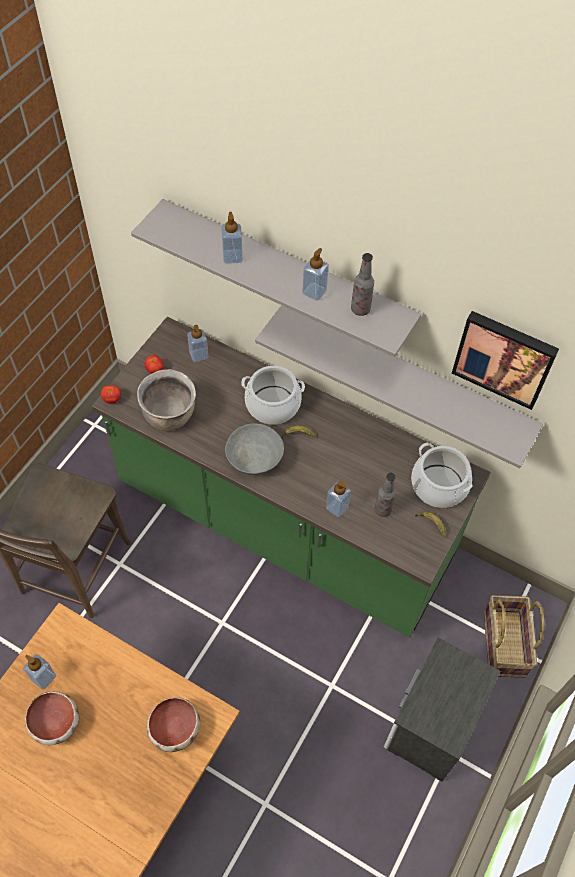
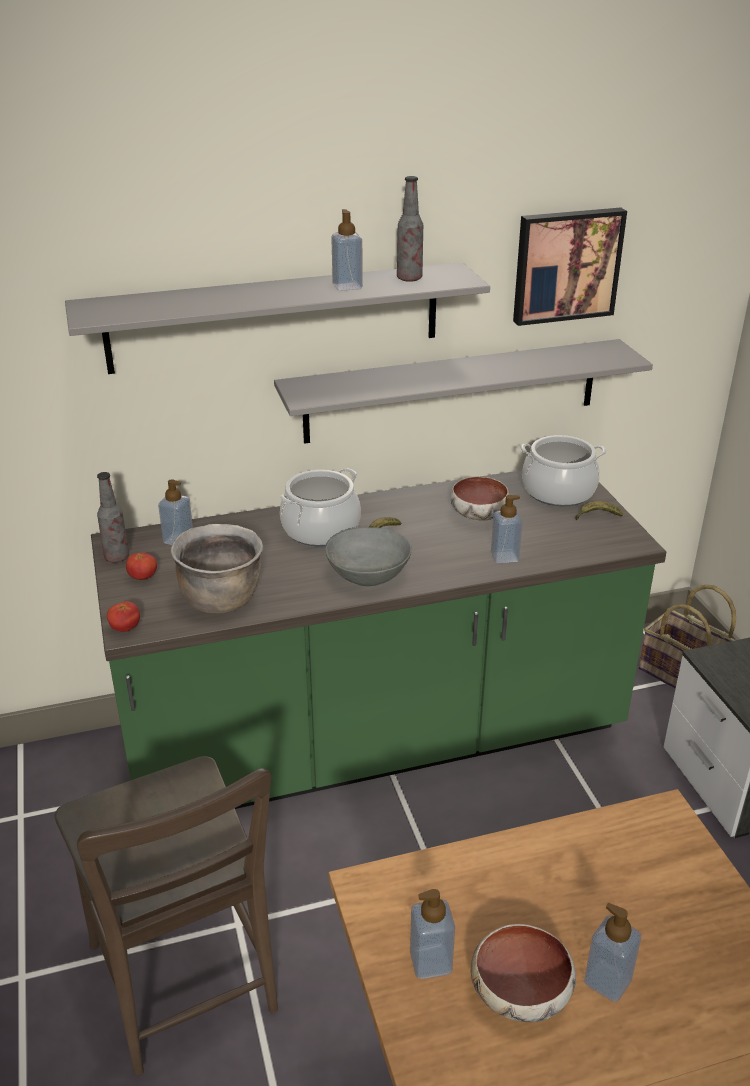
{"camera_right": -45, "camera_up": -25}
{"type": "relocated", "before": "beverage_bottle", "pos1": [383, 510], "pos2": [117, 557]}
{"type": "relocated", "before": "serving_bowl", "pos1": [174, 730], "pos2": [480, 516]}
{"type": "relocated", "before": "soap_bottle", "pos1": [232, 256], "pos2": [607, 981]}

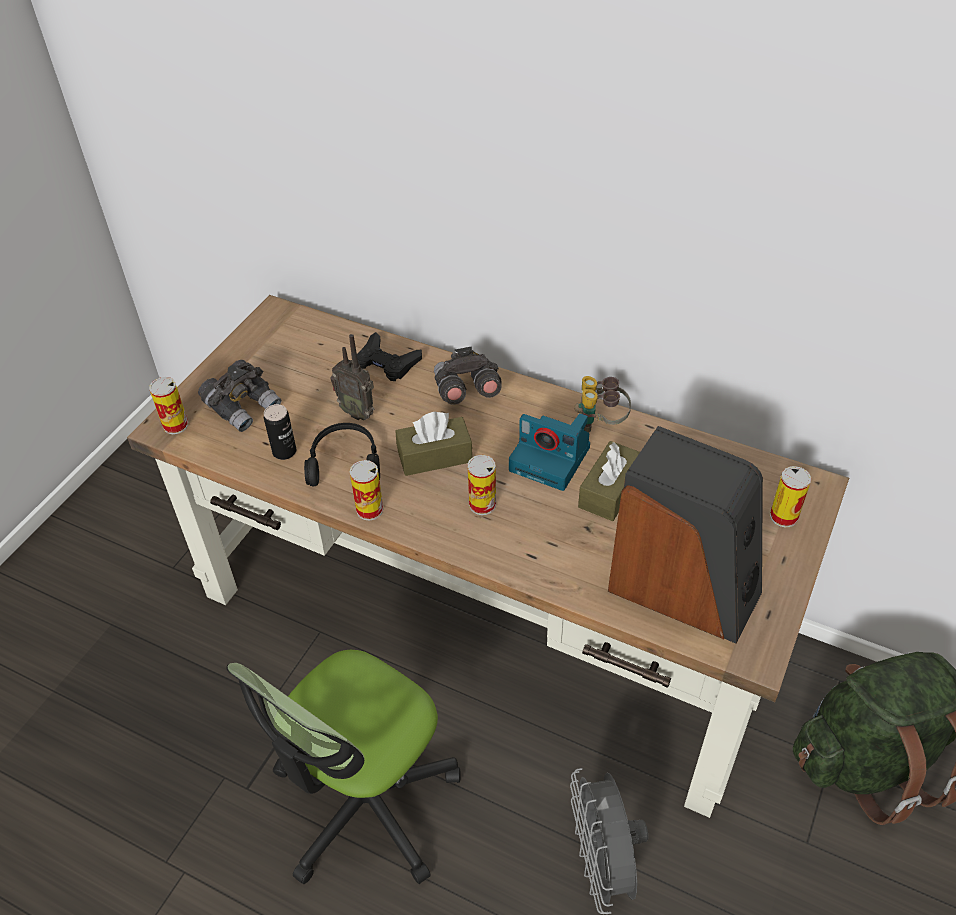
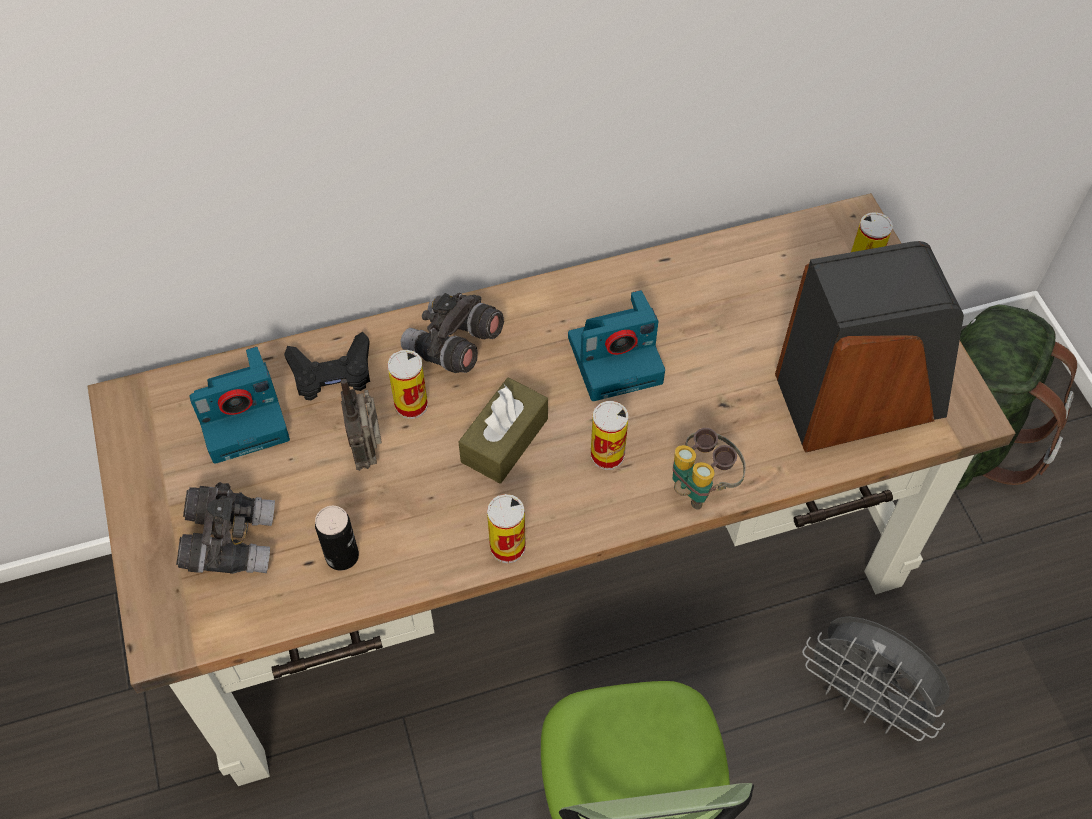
{"camera_right": -45, "camera_up": 10}
{"type": "appeared", "after": "still_camera", "pos2": [244, 416]}
{"type": "spun", "before": "radio_set", "pos1": [358, 412], "pos2": [368, 451], "turn": 90}
{"type": "relocated", "before": "can", "pos1": [175, 425], "pos2": [411, 405]}
{"type": "relocated", "before": "binoculars", "pos1": [600, 424], "pos2": [701, 485]}
{"type": "missing", "before": "black_pair_of_headphones", "pos1": [344, 462]}
{"type": "missing", "before": "brown_tissue_holder", "pos1": [610, 490]}

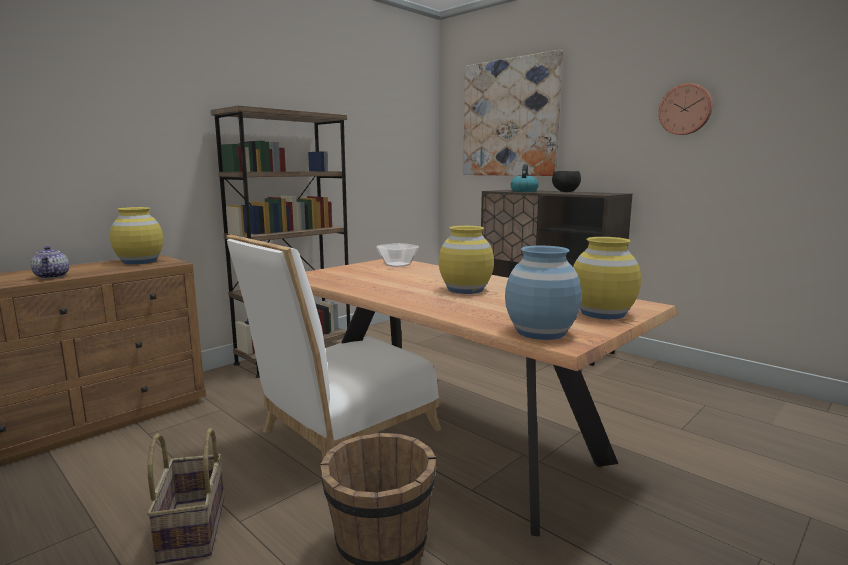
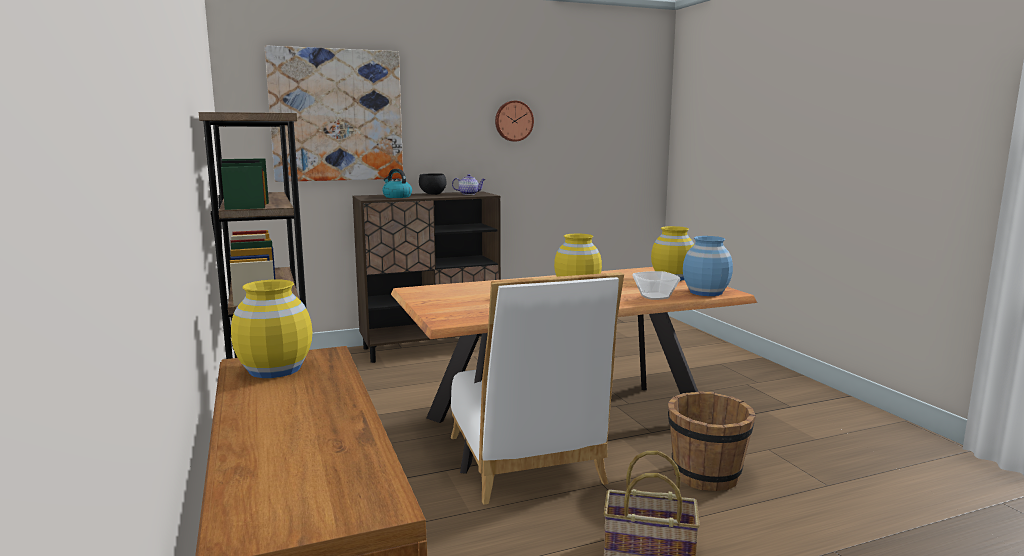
{"camera_right": -65, "camera_up": 0}
{"type": "relocated", "before": "teapot", "pos1": [53, 276], "pos2": [469, 194]}
{"type": "relocated", "before": "serving_bowl", "pos1": [397, 264], "pos2": [654, 296]}

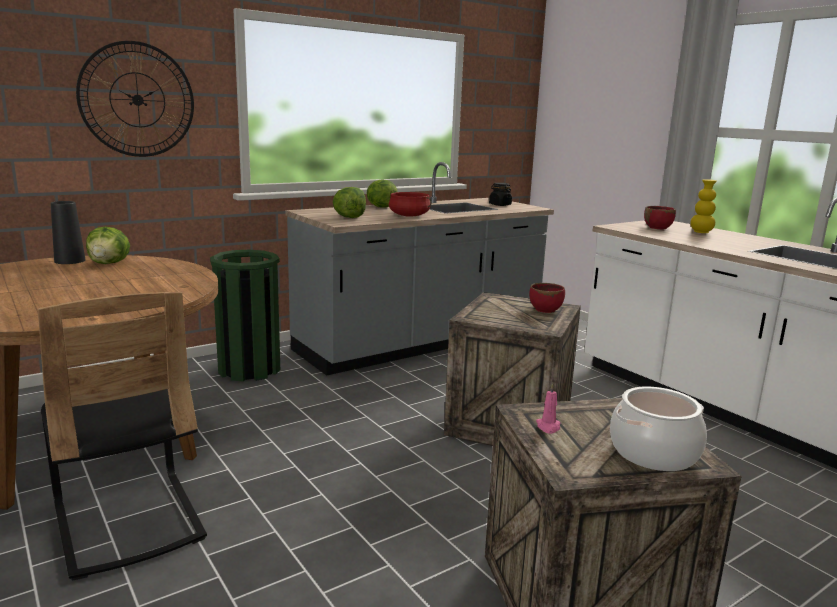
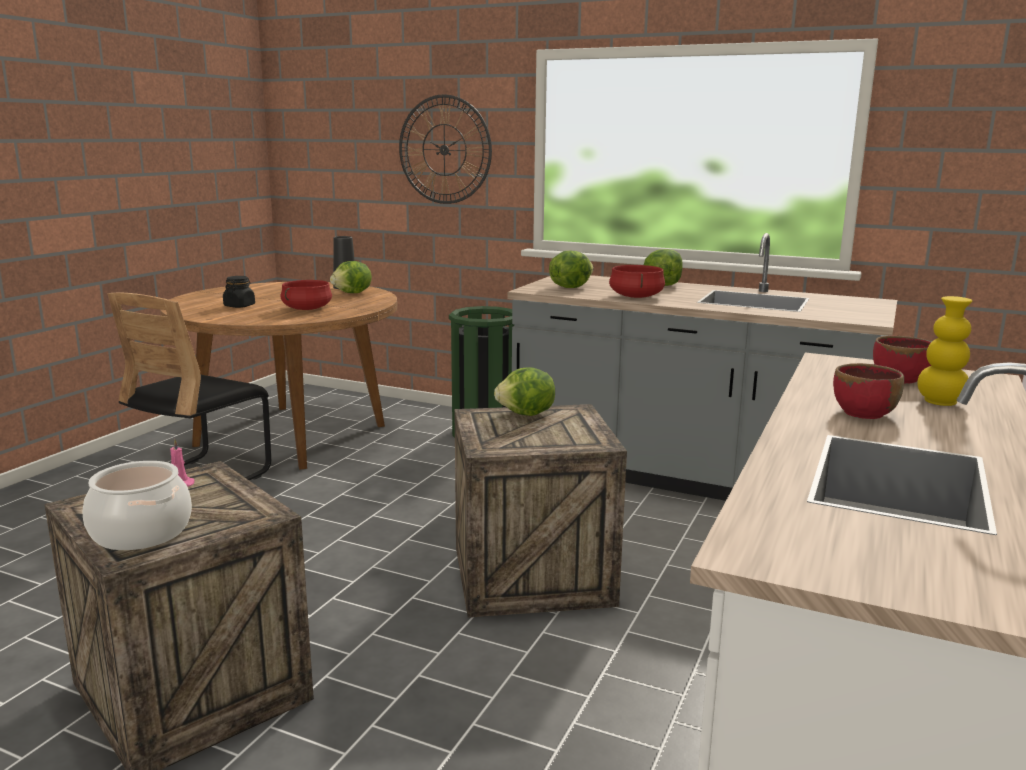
{"camera_right": 60, "camera_up": 0}
{"type": "relocated", "before": "black_jar", "pos1": [500, 205], "pos2": [239, 306]}
{"type": "appeared", "after": "red_saucepot", "pos2": [306, 309]}
{"type": "appeared", "after": "head_of_lettuce", "pos2": [527, 414]}
{"type": "relocated", "before": "red_serving_bowl", "pos1": [545, 310], "pos2": [863, 413]}

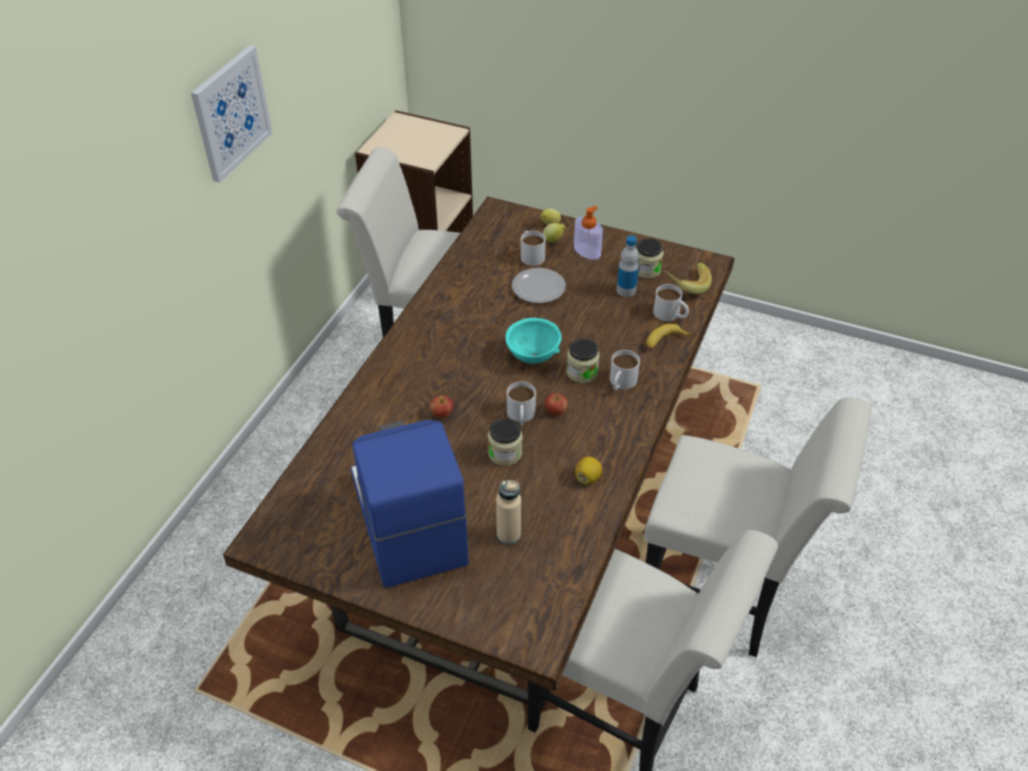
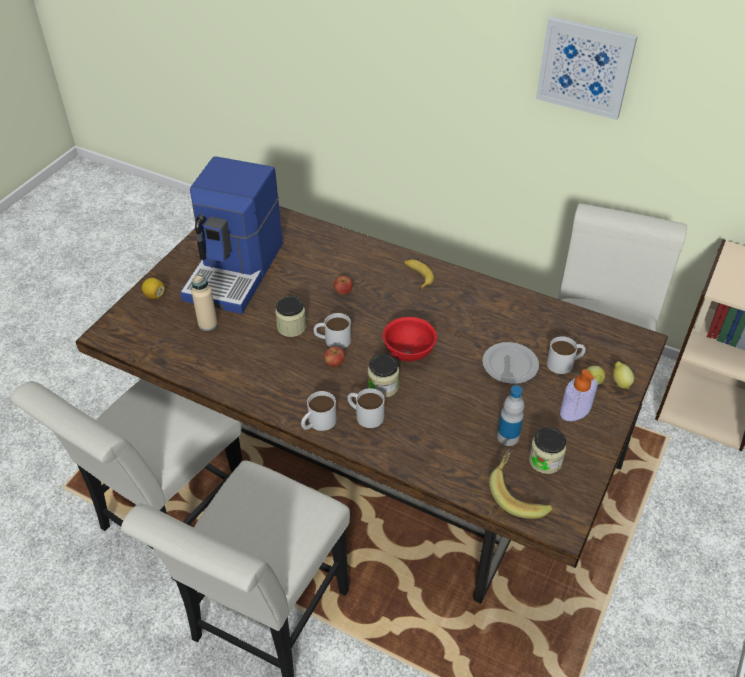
{"camera_right": 95, "camera_up": 0}
{"type": "relocated", "before": "whole_lemon", "pos1": [588, 477], "pos2": [154, 295]}
{"type": "spun", "before": "coffee_machine", "pos1": [406, 521], "pos2": [236, 271], "turn": 120}
{"type": "relocated", "before": "white-coloured_tea_mug", "pos1": [671, 314], "pos2": [317, 423]}
{"type": "colour", "before": "turquoise-coloured_serving_bowl", "after": "red_serving_bowl", "pos1": [533, 356], "pos2": [408, 353]}
{"type": "relocated", "before": "banana_fruit", "pos1": [664, 341], "pos2": [417, 276]}

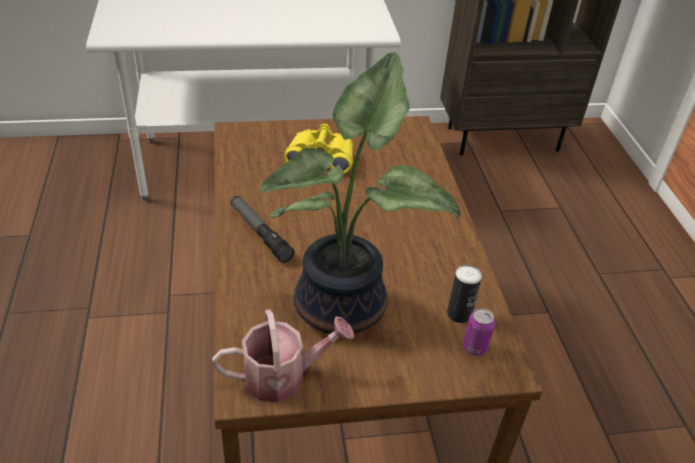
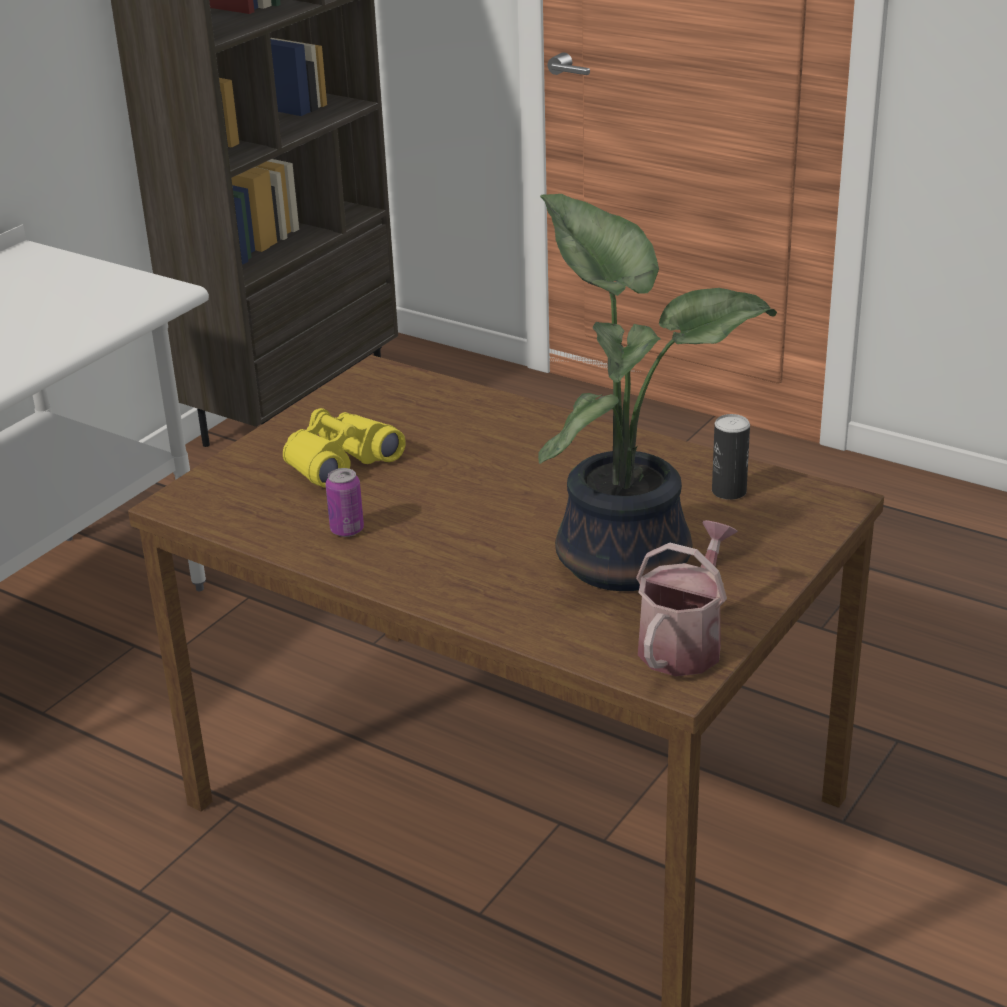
{"camera_right": -45, "camera_up": -10}
{"type": "relocated", "before": "can", "pos1": [474, 347], "pos2": [347, 530]}
{"type": "missing", "before": "hand_torch", "pos1": [260, 233]}

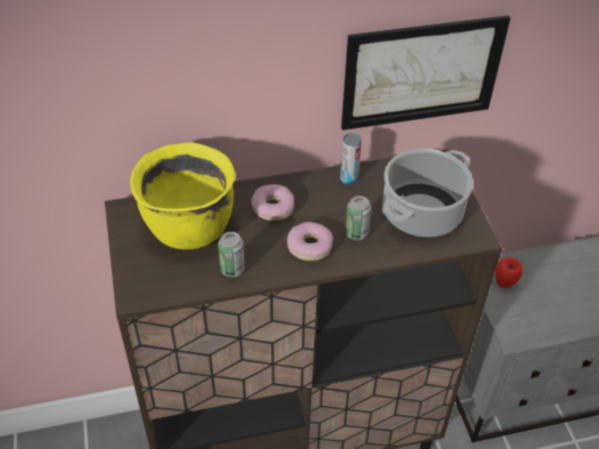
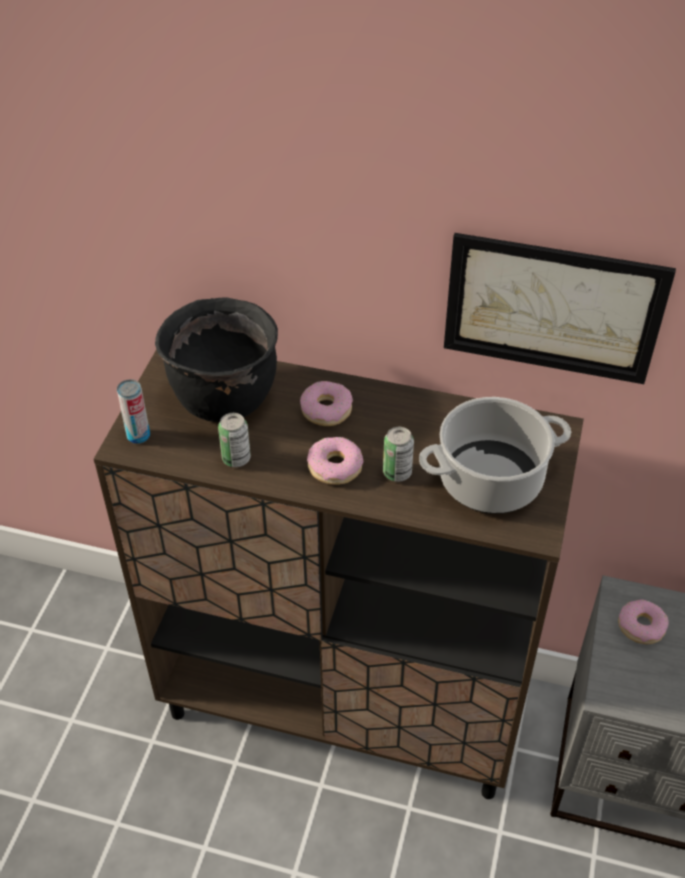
{"camera_right": 30, "camera_up": 0}
{"type": "relocated", "before": "can", "pos1": [348, 178], "pos2": [138, 436]}
{"type": "colour", "before": "yellow_saucepot", "after": "black_saucepot", "pos1": [188, 227], "pos2": [223, 397]}
{"type": "exchanged", "before": "apple_fruit", "after": "ring_doughnut", "pos1": [504, 284], "pos2": [641, 626]}

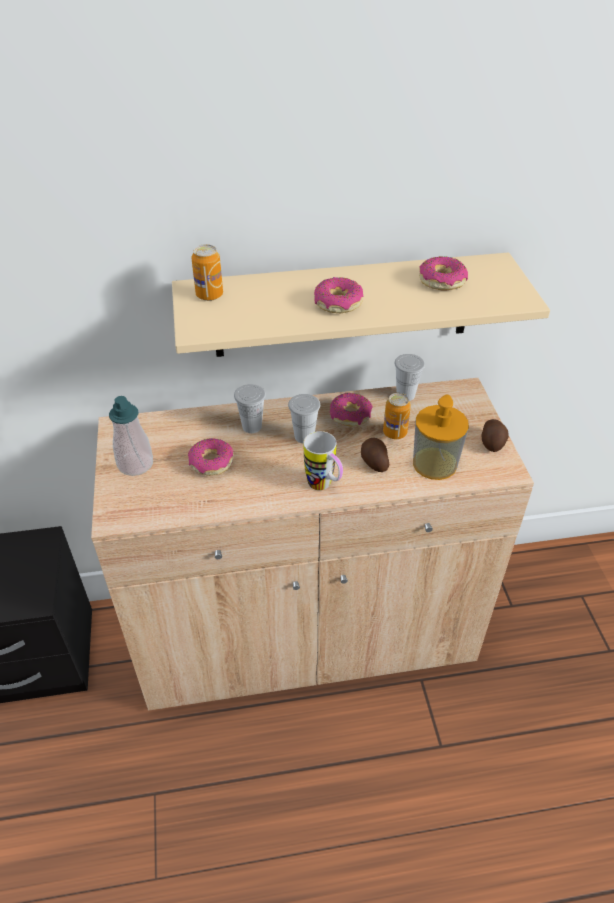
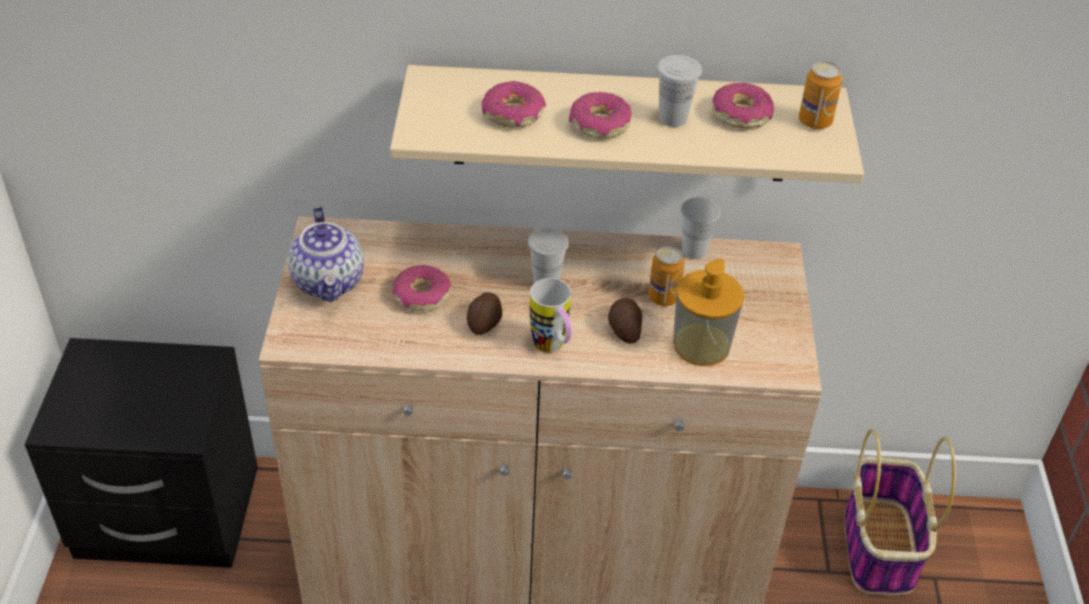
{"camera_right": 10, "camera_up": 0}
{"type": "exchanged", "before": "soap_bottle", "after": "teapot", "pos1": [135, 464], "pos2": [329, 282]}
{"type": "relocated", "before": "spud", "pos1": [492, 442], "pos2": [485, 323]}
{"type": "relocated", "before": "ring_doughnut", "pos1": [350, 415], "pos2": [513, 114]}
{"type": "relocated", "before": "white-coloured_drinking_cup", "pos1": [252, 426], "pos2": [673, 118]}
{"type": "relocated", "before": "can", "pos1": [209, 295], "pos2": [815, 121]}
{"type": "appeared", "after": "household_basket", "pos2": [880, 548]}

